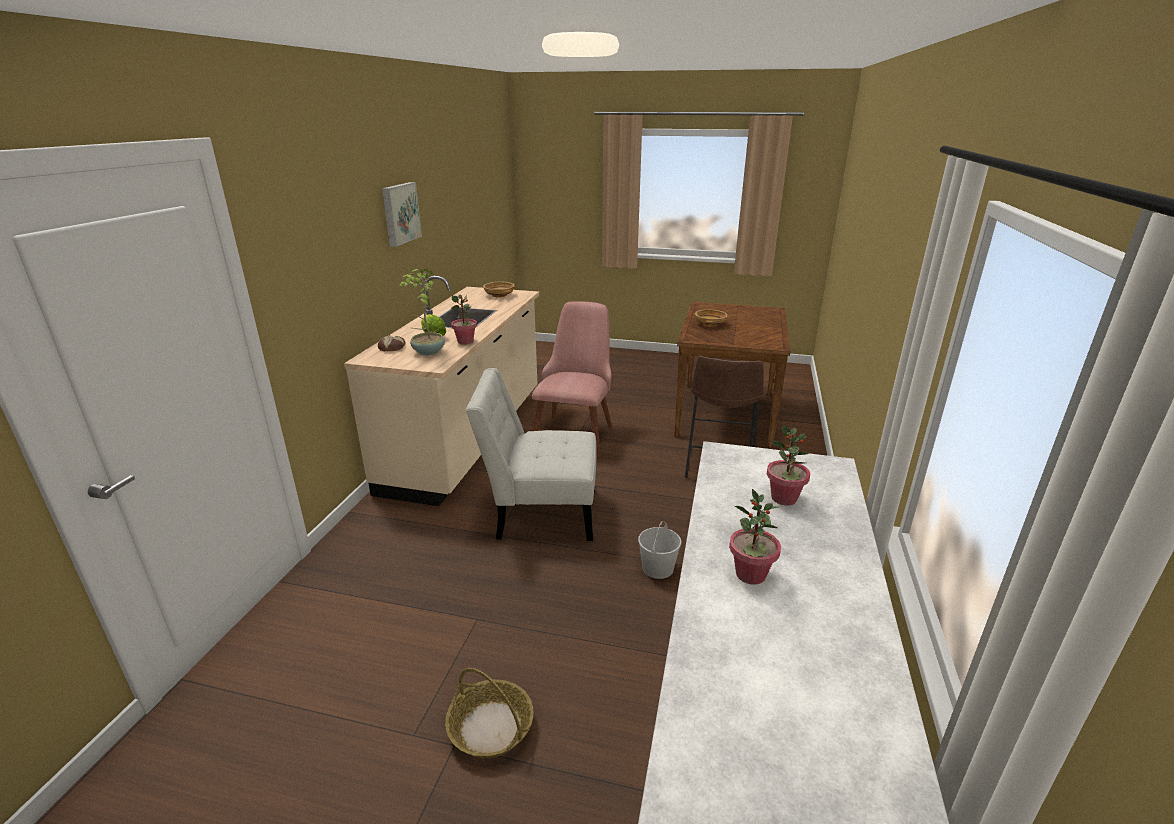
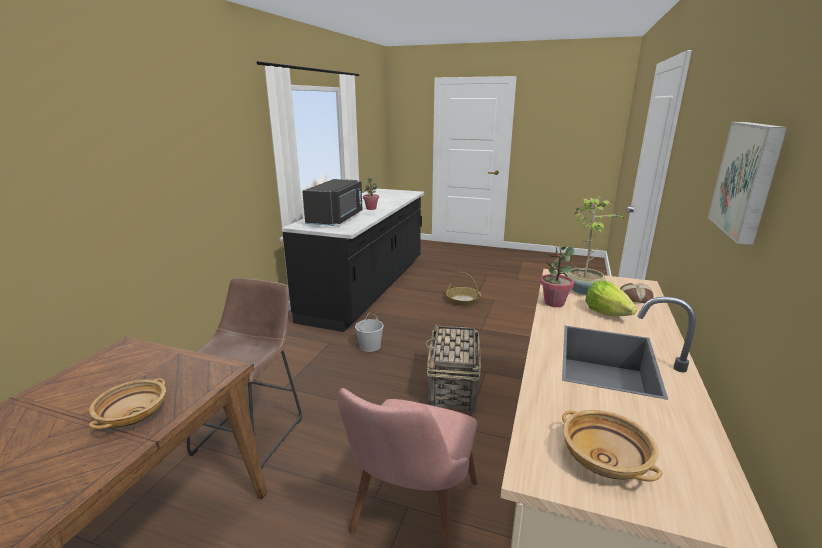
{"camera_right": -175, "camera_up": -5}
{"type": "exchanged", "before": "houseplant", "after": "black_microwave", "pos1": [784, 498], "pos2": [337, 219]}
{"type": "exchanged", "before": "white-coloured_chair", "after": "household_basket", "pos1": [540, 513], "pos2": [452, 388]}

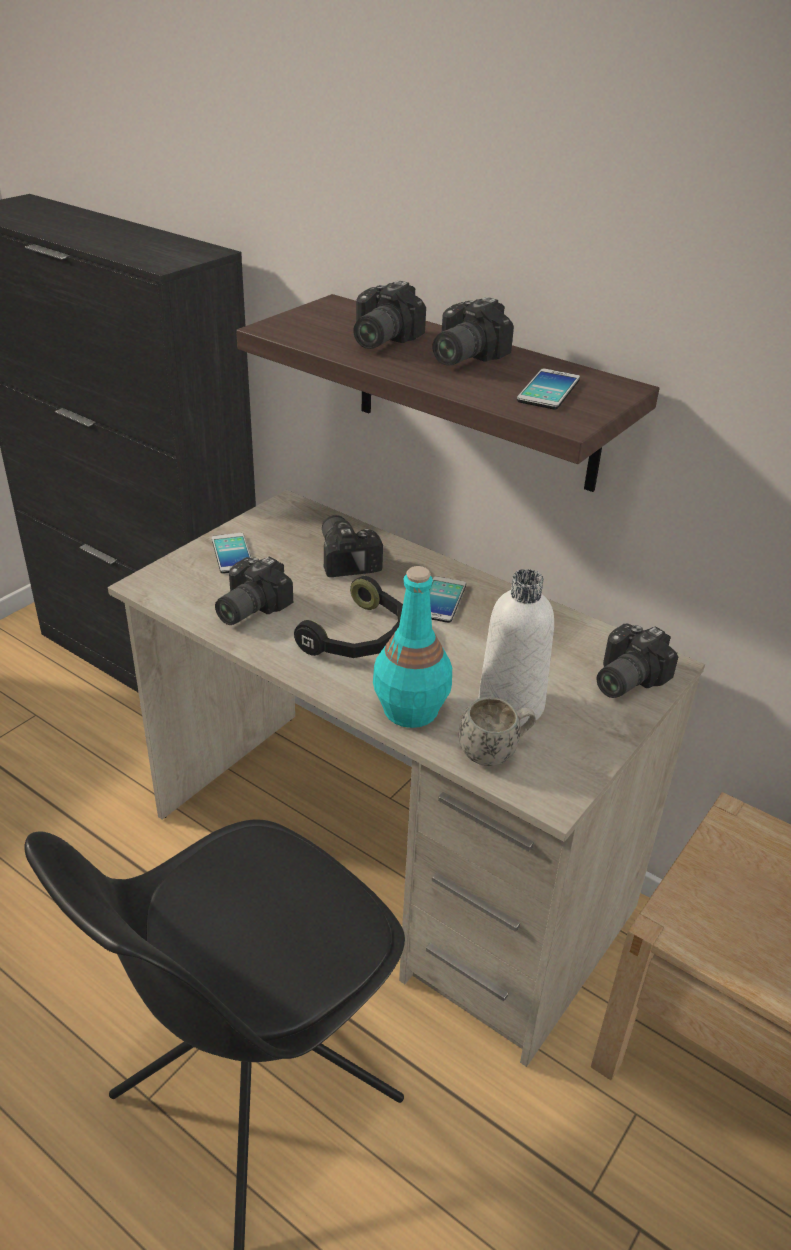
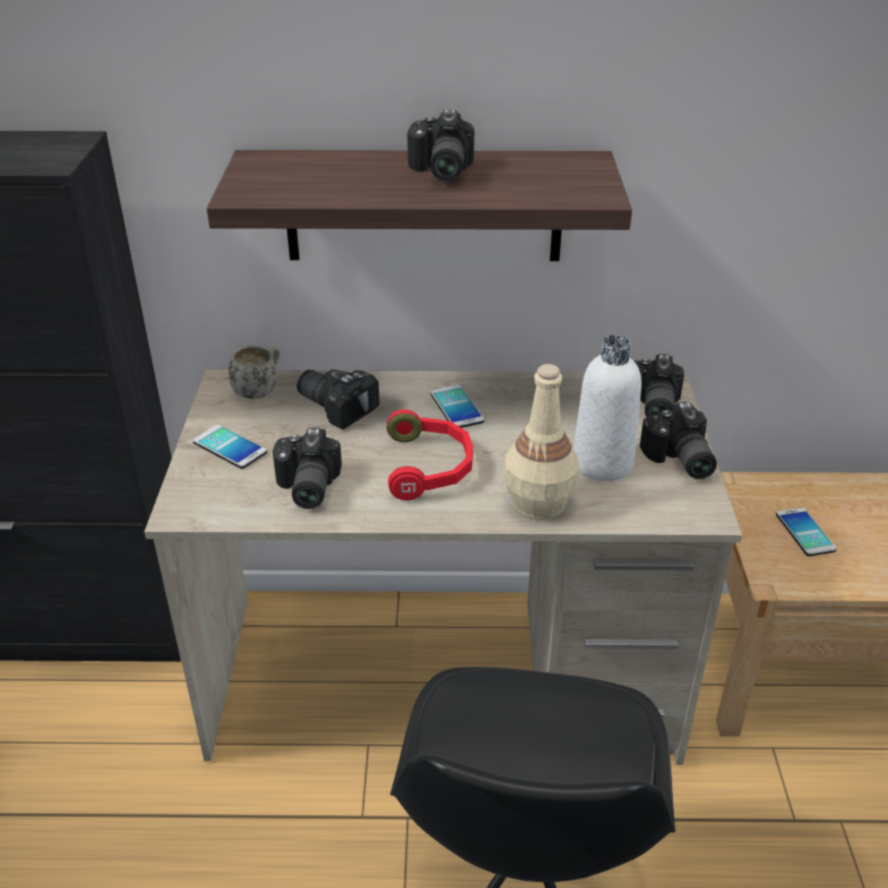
{"camera_right": -35, "camera_up": 0}
{"type": "relocated", "before": "white-coloured_tea_mug", "pos1": [495, 752], "pos2": [260, 389]}
{"type": "colour", "before": "black_pair_of_headphones", "after": "red_pair_of_headphones", "pos1": [359, 637], "pos2": [430, 467]}
{"type": "colour", "before": "turquoise-coloured_beverage_bottle", "after": "beige-coloured_beverage_bottle", "pos1": [410, 709], "pos2": [538, 503]}
{"type": "relocated", "before": "still_camera", "pos1": [378, 340], "pos2": [678, 460]}
{"type": "relocated", "before": "phone", "pos1": [548, 390], "pos2": [805, 532]}

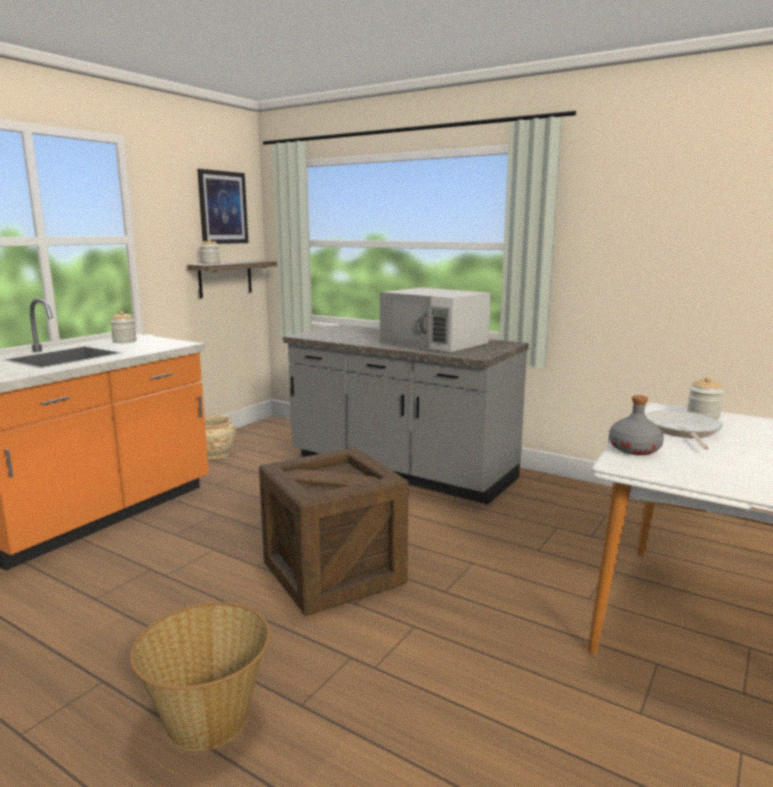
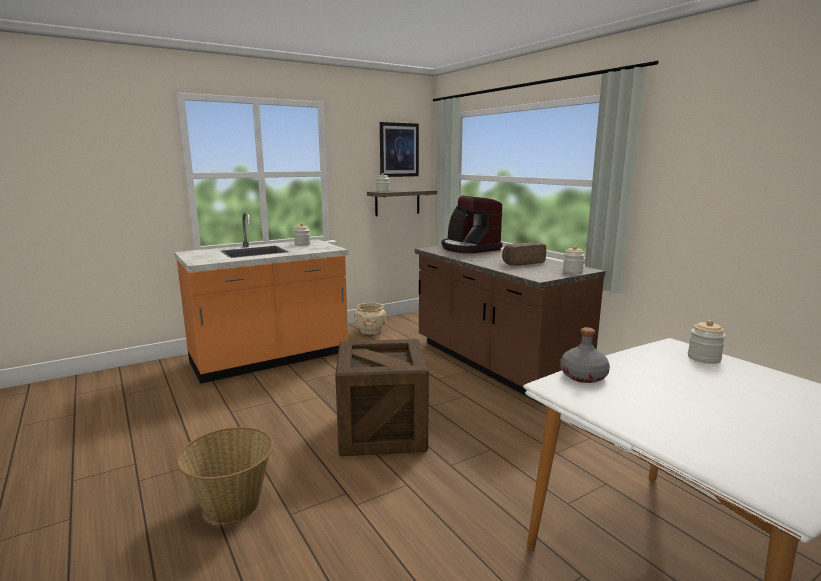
{"camera_right": 25, "camera_up": 0}
{"type": "colour", "before": "greyish_kitchen_base_unit", "after": "brown_kitchen_base_unit", "pos1": [401, 470], "pos2": [494, 364]}
{"type": "appeared", "after": "coffee_machine", "pos2": [469, 248]}
{"type": "exchanged", "before": "white-coloured_microwave", "after": "bread", "pos1": [435, 342], "pos2": [522, 263]}
{"type": "appeared", "after": "jar", "pos2": [572, 272]}
{"type": "missing", "before": "pan", "pos1": [682, 431]}

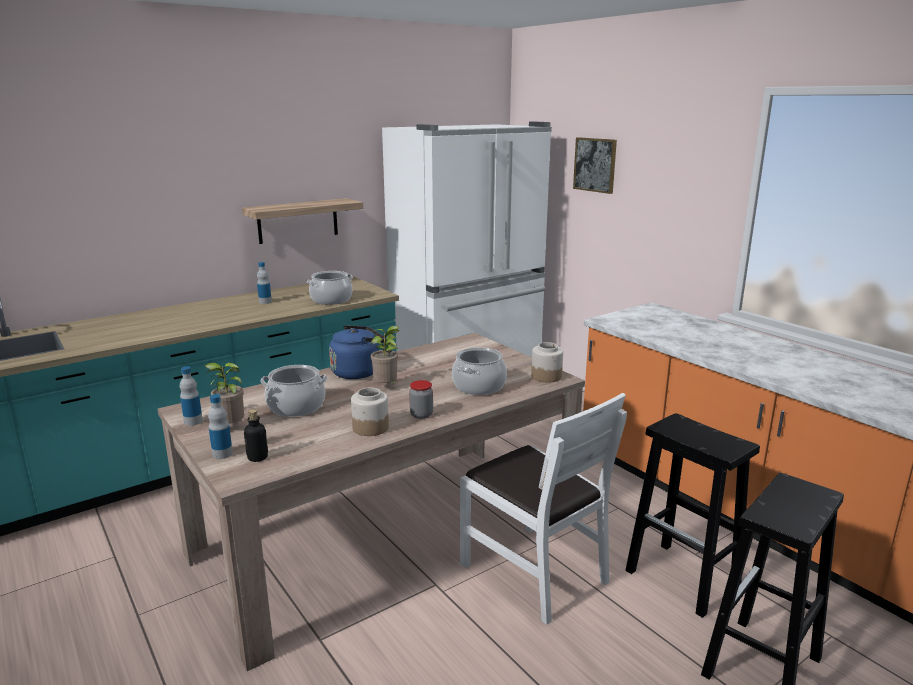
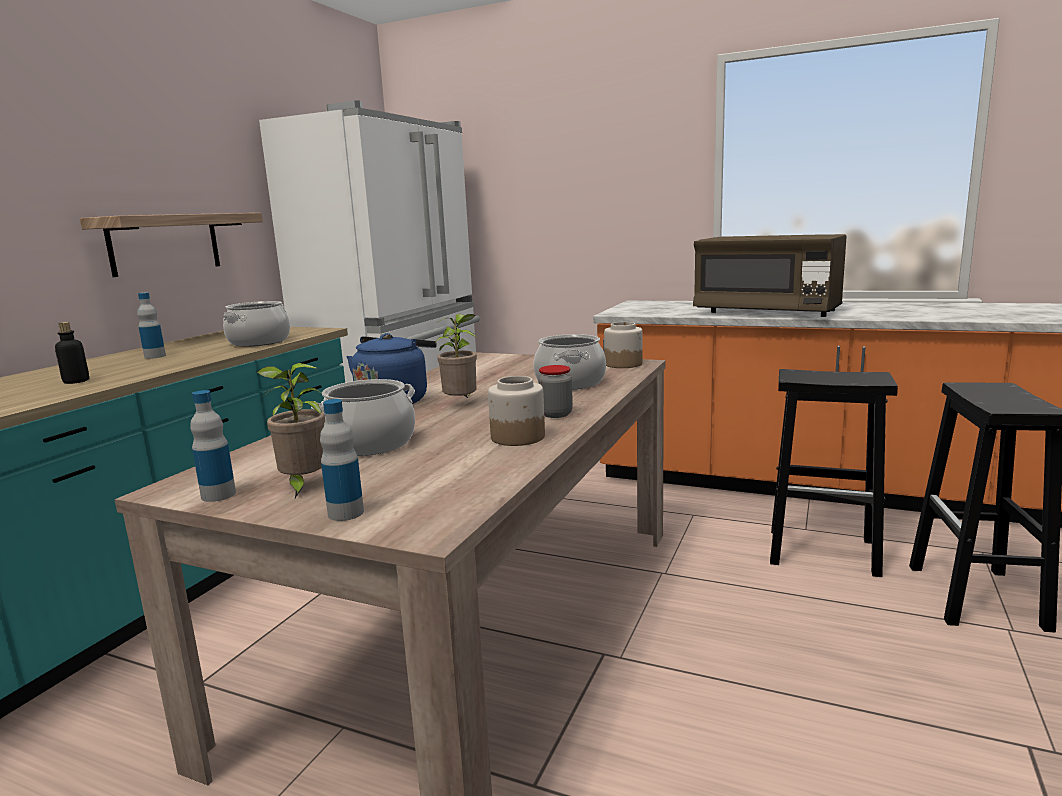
{"camera_right": -30, "camera_up": -5}
{"type": "relocated", "before": "beverage_bottle", "pos1": [257, 457], "pos2": [76, 381]}
{"type": "appeared", "after": "brown_microwave", "pos2": [766, 312]}
{"type": "missing", "before": "white-coloured_chair", "pos1": [534, 571]}
{"type": "missing", "before": "wall_picture", "pos1": [595, 165]}

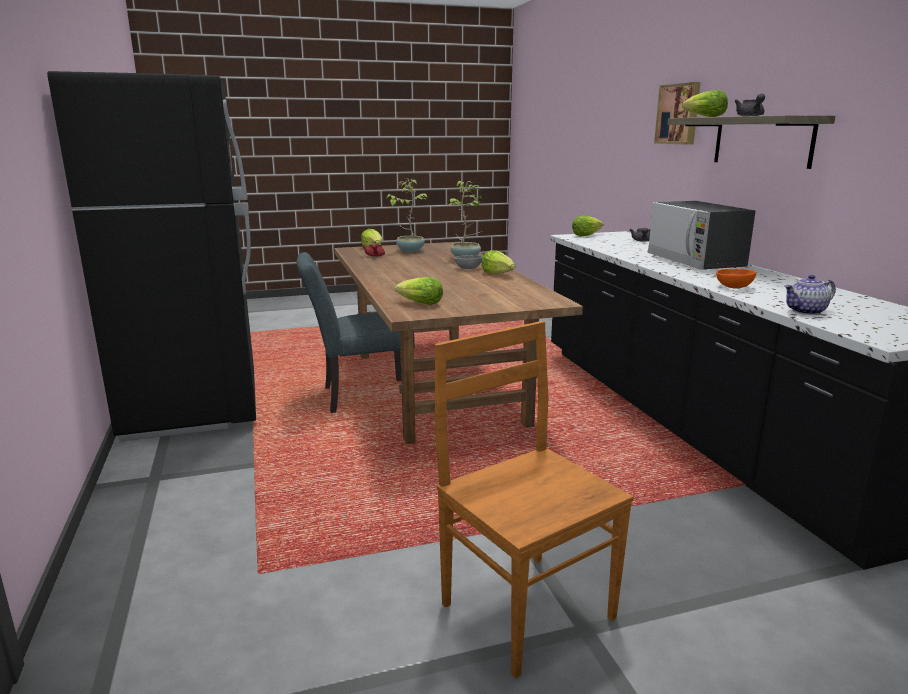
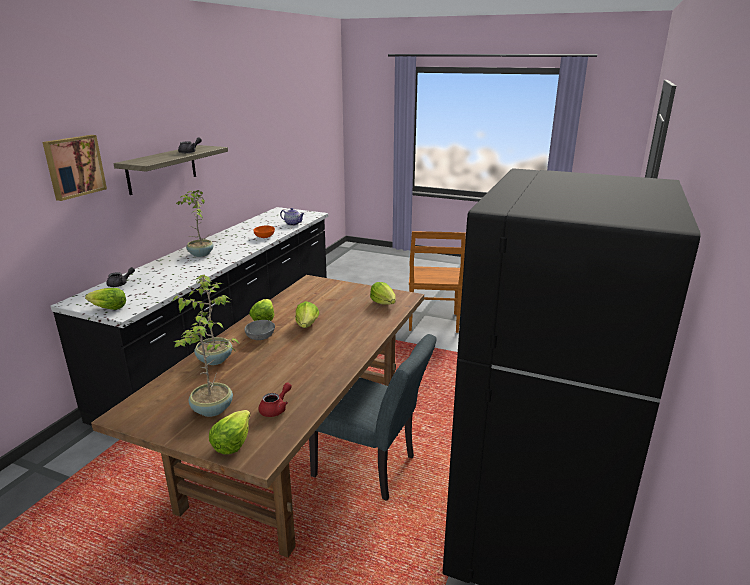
{"camera_right": -140, "camera_up": 5}
{"type": "exchanged", "before": "microwave", "after": "houseplant", "pos1": [695, 261], "pos2": [200, 254]}
{"type": "relocated", "before": "head_of_lettuce", "pos1": [704, 117], "pos2": [307, 325]}

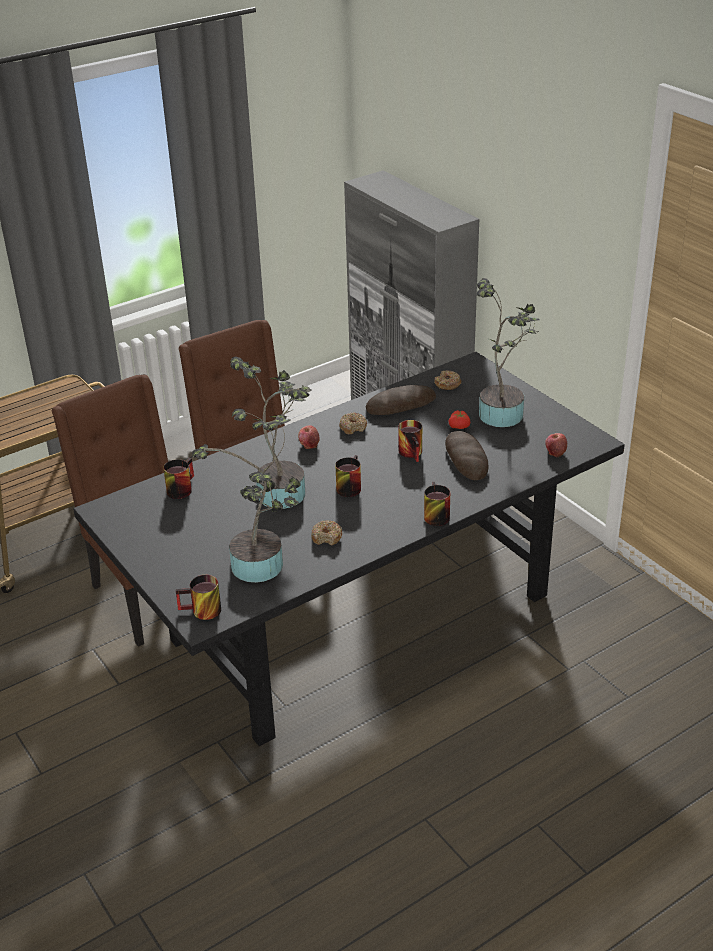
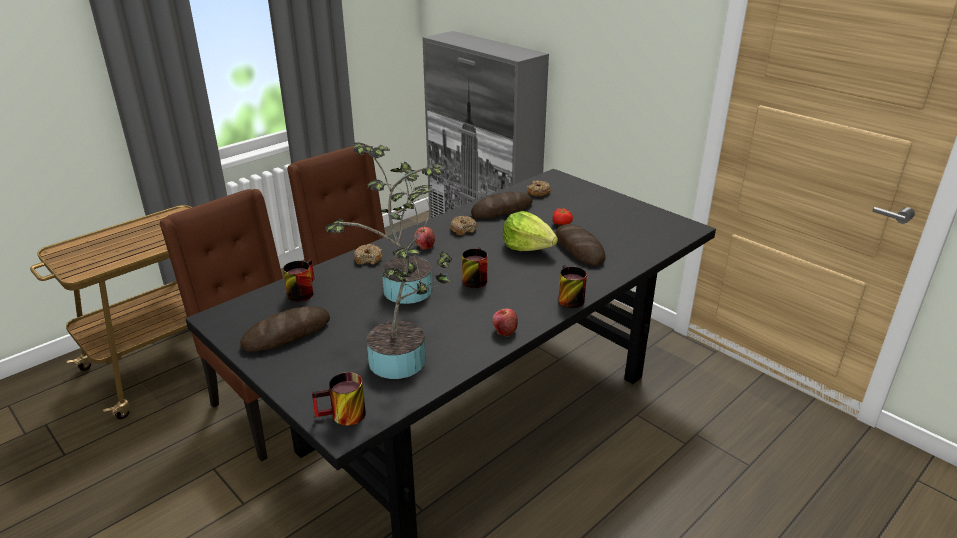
{"camera_right": -10, "camera_up": -5}
{"type": "appeared", "after": "bread", "pos2": [287, 334]}
{"type": "relocated", "before": "ring_doughnut", "pos1": [327, 537], "pos2": [368, 259]}
{"type": "relocated", "before": "apple_fruit", "pos1": [555, 452], "pos2": [504, 330]}
{"type": "exchanged", "before": "tea_mug", "after": "head_of_lettuce", "pos1": [413, 453], "pos2": [527, 246]}
{"type": "missing", "before": "houseplant", "pos1": [503, 412]}

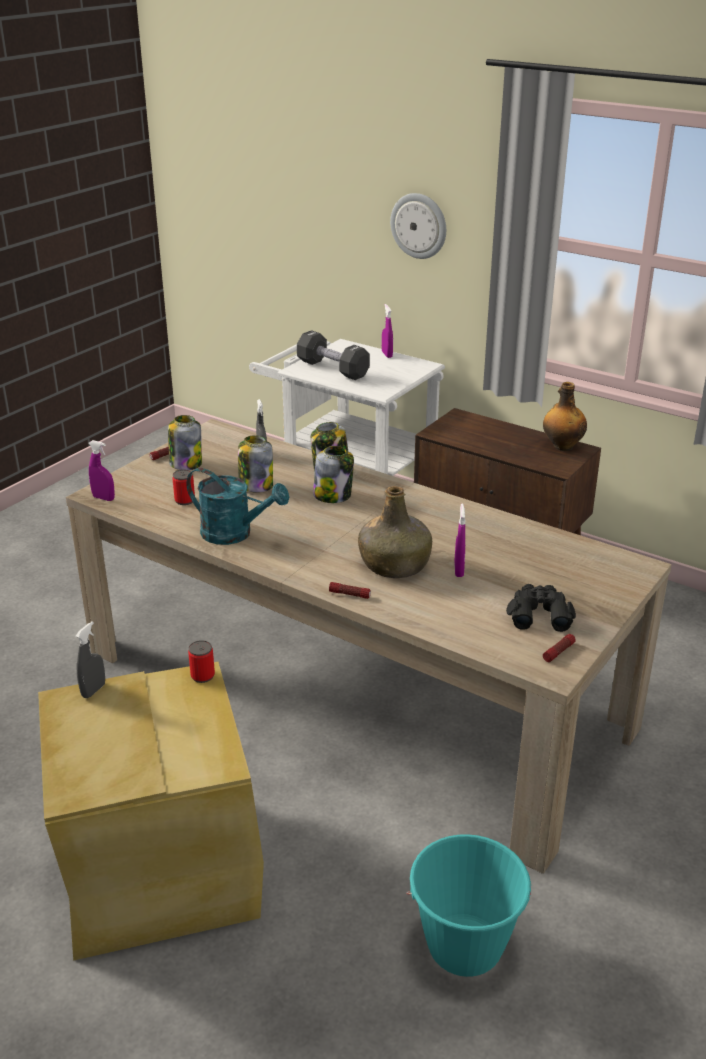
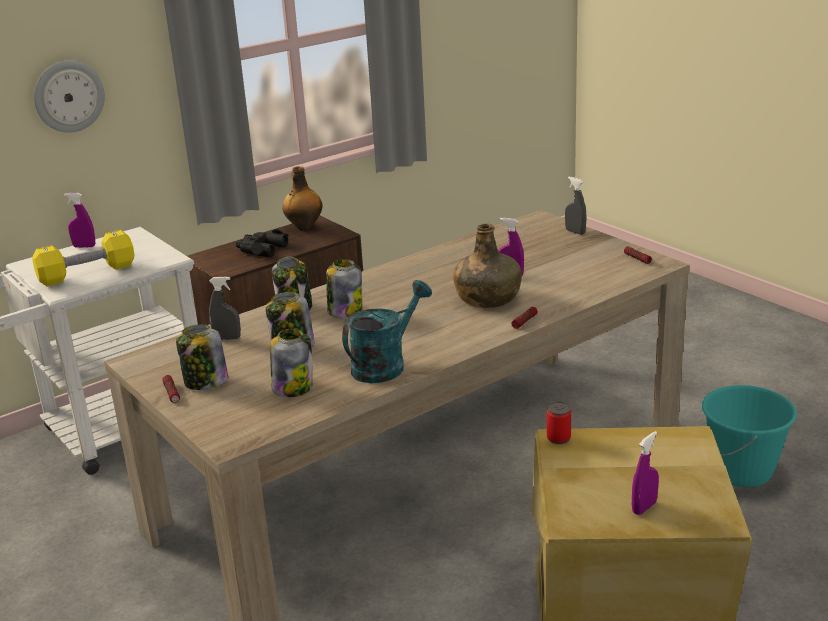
{"camera_right": -70, "camera_up": -5}
{"type": "colour", "before": "black_dumbbell", "after": "yellow_dumbbell", "pos1": [333, 369], "pos2": [87, 273]}
{"type": "relocated", "before": "black_binoculars", "pos1": [539, 613], "pos2": [261, 249]}
{"type": "exchanged", "before": "can", "after": "jar", "pos1": [185, 500], "pos2": [293, 387]}
{"type": "relocated", "before": "greyish_sprayer", "pos1": [93, 690], "pos2": [575, 232]}
{"type": "relocated", "before": "purple_sprayer", "pos1": [103, 498], "pos2": [644, 507]}

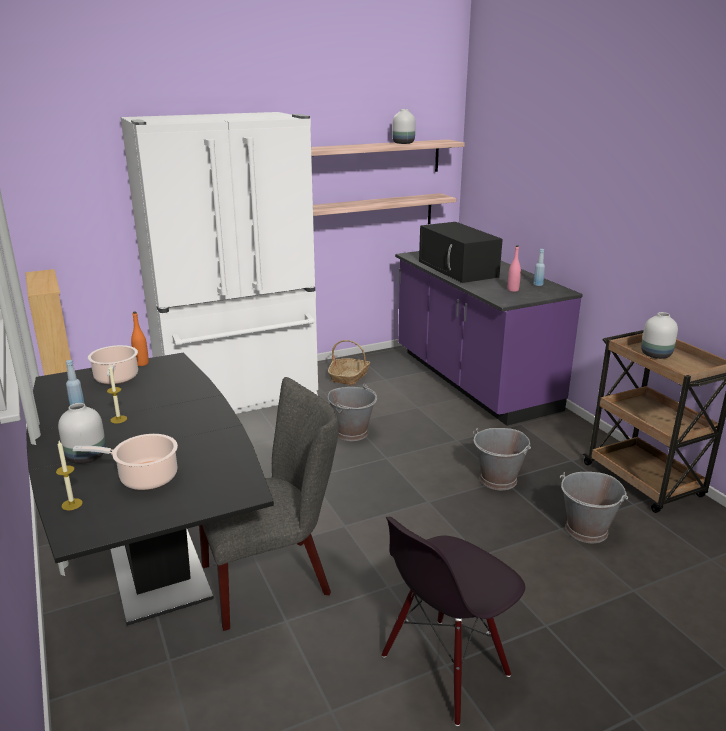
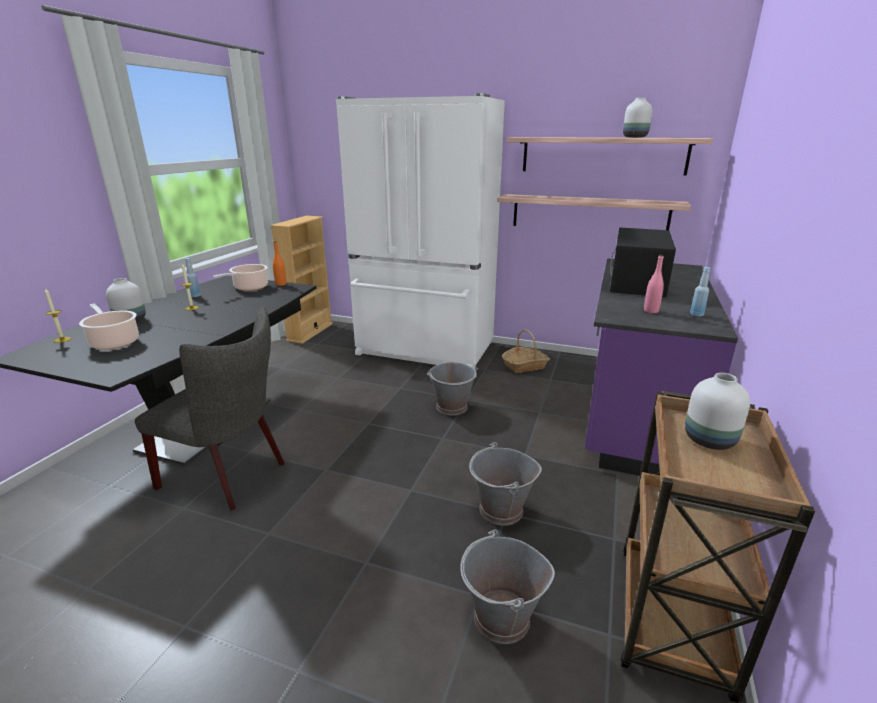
{"camera_right": 45, "camera_up": 0}
{"type": "missing", "before": "black_chair", "pos1": [445, 667]}

